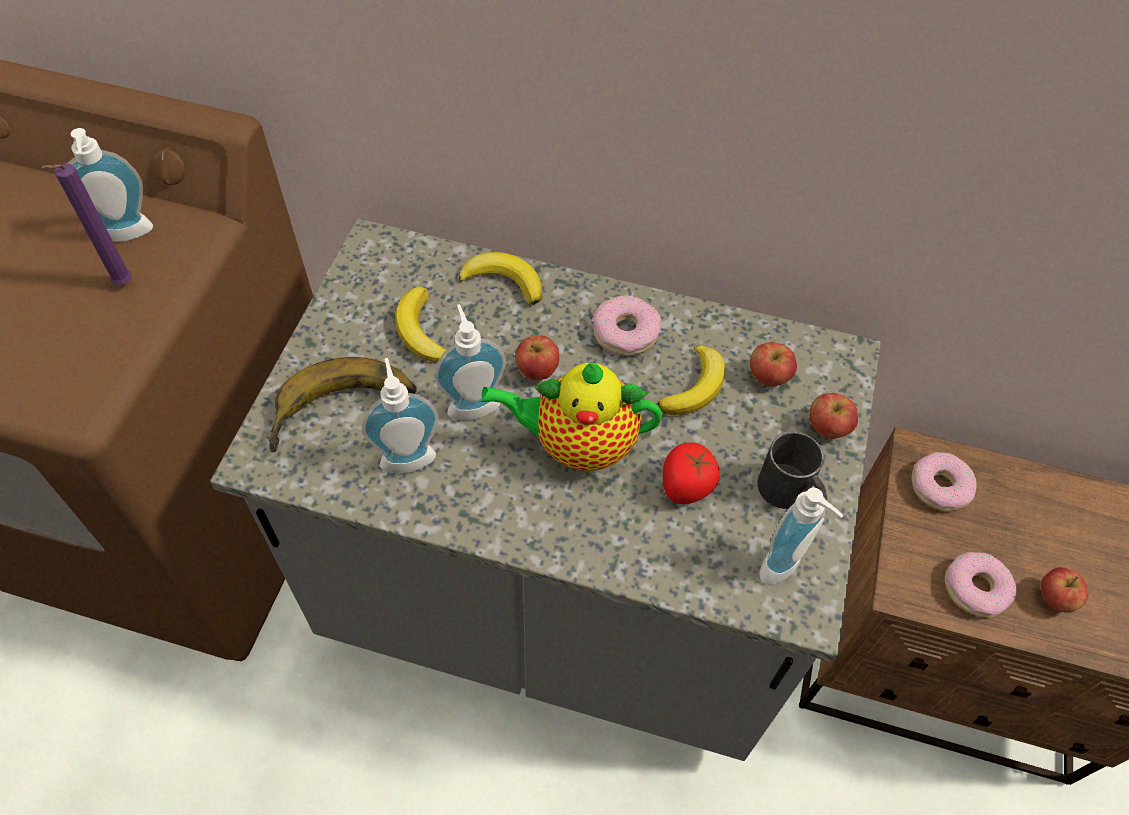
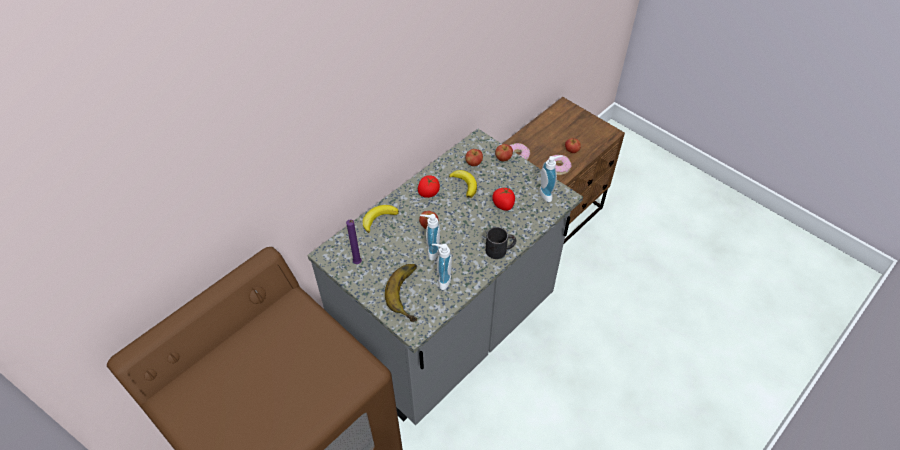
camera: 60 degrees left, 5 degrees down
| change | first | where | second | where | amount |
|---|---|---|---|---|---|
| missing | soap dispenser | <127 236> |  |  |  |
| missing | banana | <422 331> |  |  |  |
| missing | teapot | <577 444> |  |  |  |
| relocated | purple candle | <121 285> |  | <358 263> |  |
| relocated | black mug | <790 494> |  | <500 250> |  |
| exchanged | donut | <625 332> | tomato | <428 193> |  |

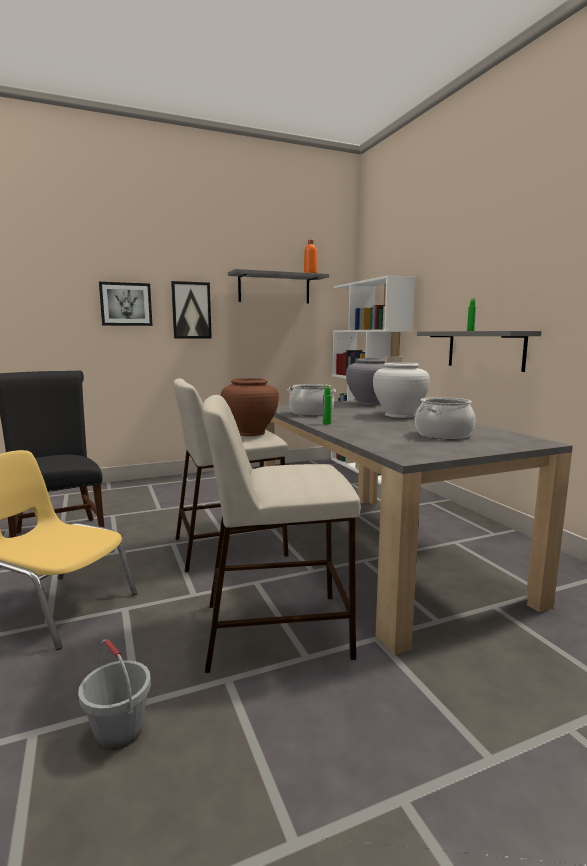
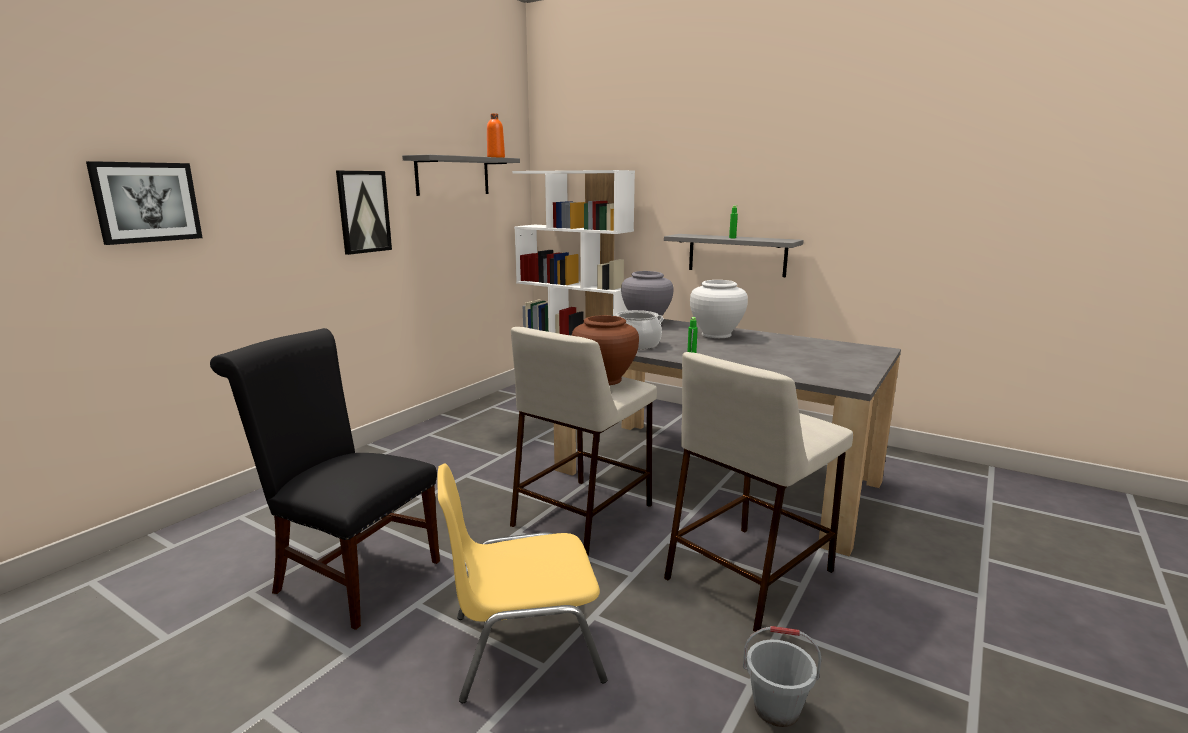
camera: 35 degrees left, 5 degrees up
| change | first | where | second | where | amount |
|---|---|---|---|---|---|
| missing | cooking pot | <444 435> |  |  |  |
| relocated | picture | <126 304> |  | <146 202> |  |

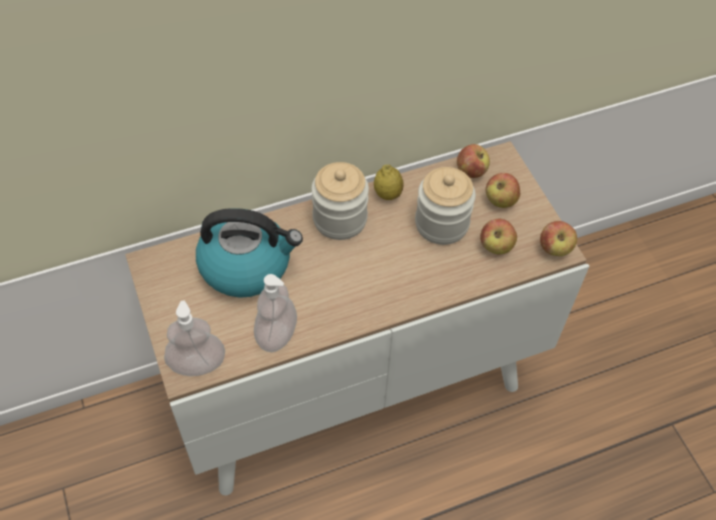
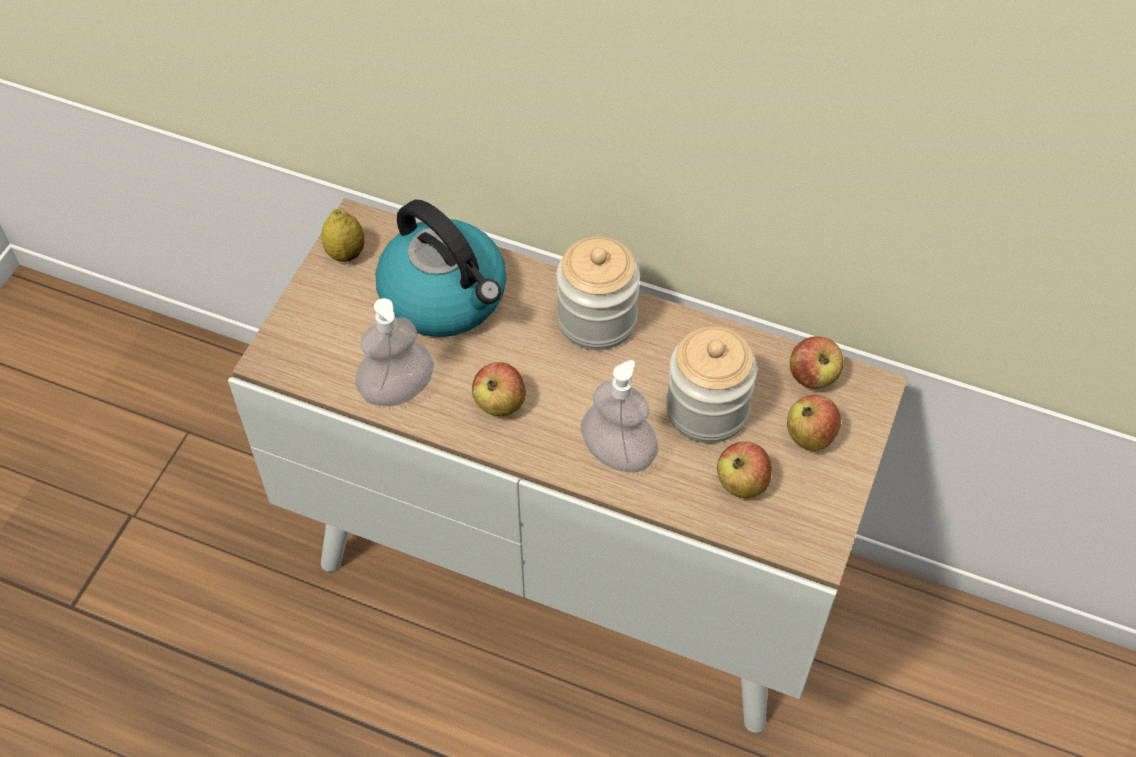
camera: 45 degrees right, 0 degrees up
| change | first | where | second | where | amount |
|---|---|---|---|---|---|
| relocated | soap dispenser | <197 364> |  | <618 453> |  |
| relocated | lemon | <387 194> |  | <346 253> |  |
| relocated | apple | <555 248> |  | <500 403> |  |

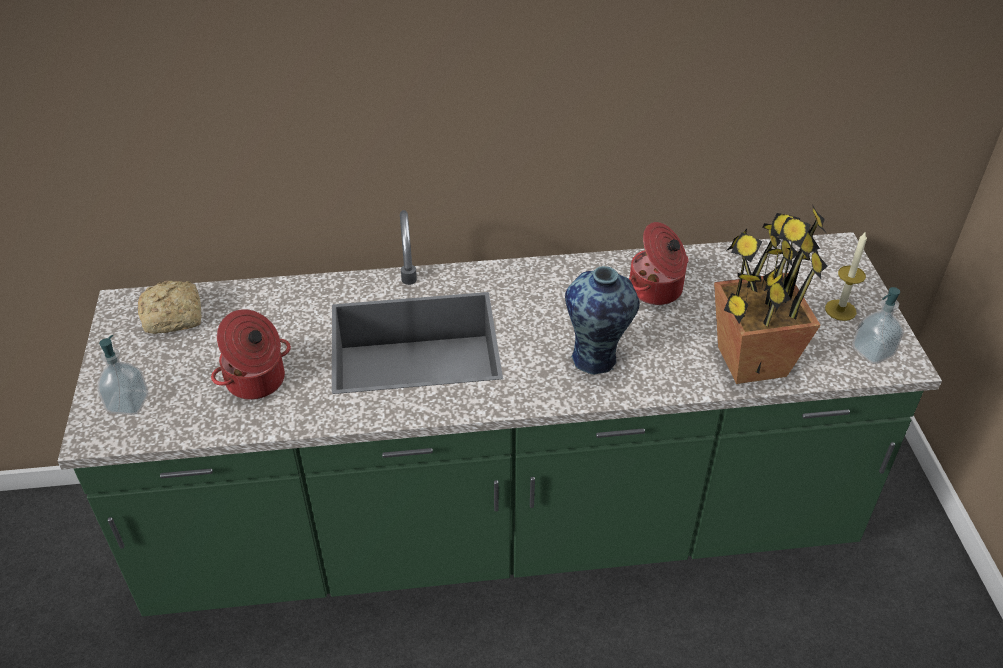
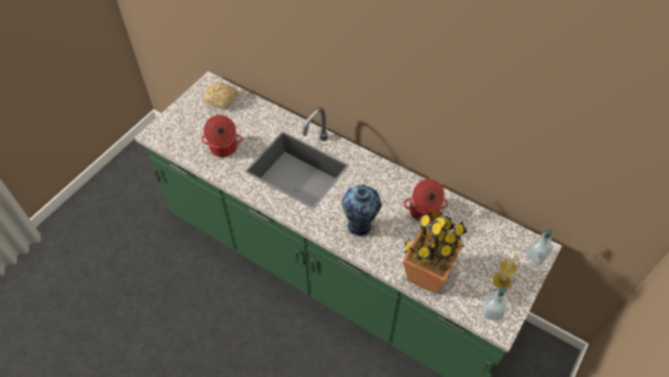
camera: 40 degrees right, 10 degrees up
| change | first | where | second | where | amount |
|---|---|---|---|---|---|
| relocated | soap dispenser | <128 403> |  | <536 255> |  |

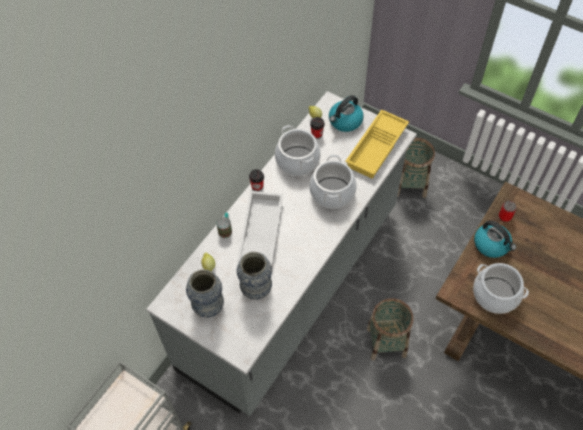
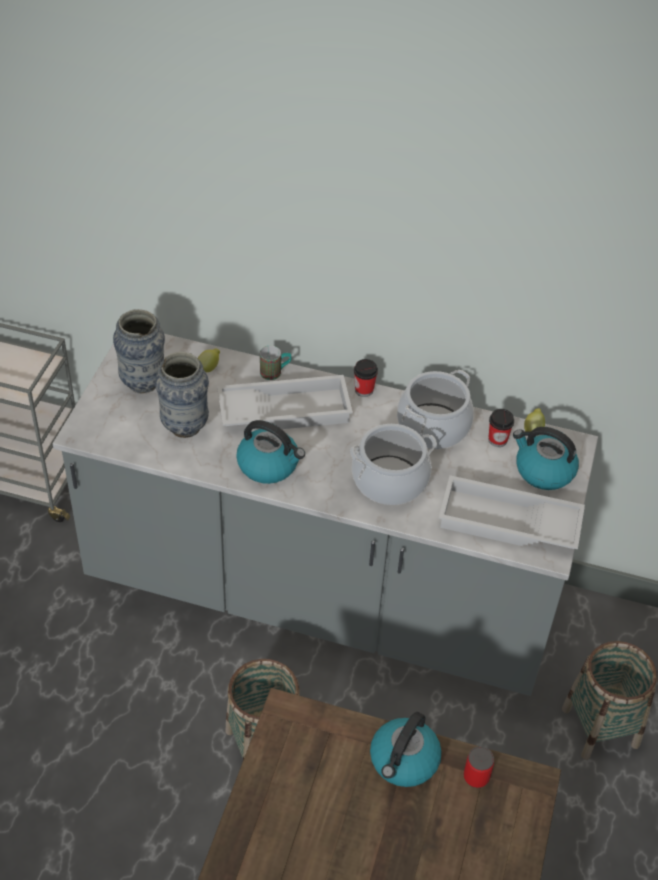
camera: 70 degrees right, 10 degrees down
| change | first | where | second | where | amount |
|---|---|---|---|---|---|
| missing | cooking pot | <495 295> |  |  |  |
| appeared |  |  | kettle | <269 465> |  |
| colour | yellow tray | <377 148> | white tray | <507 524> |  |

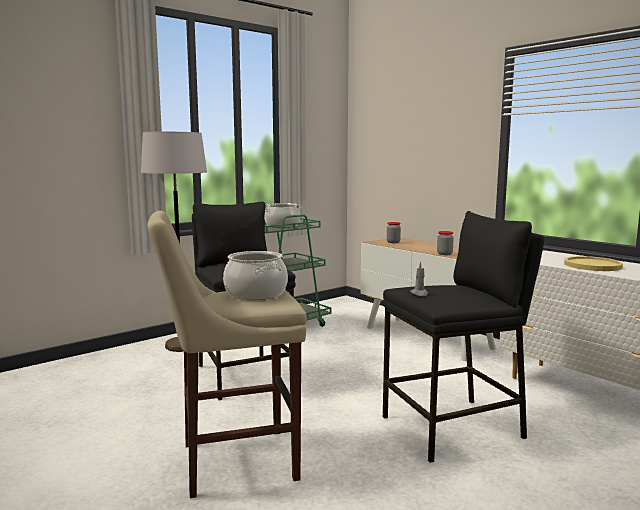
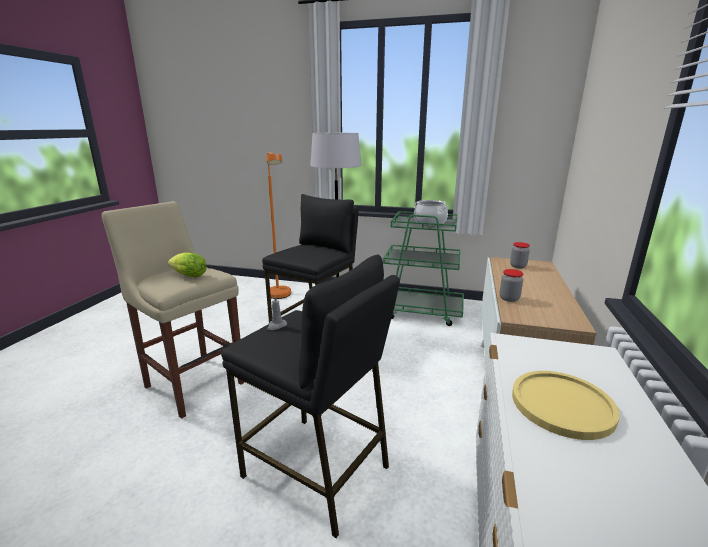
camera: 55 degrees right, 10 degrees up
| change | first | where | second | where | amount |
|---|---|---|---|---|---|
| appeared |  |  | orange floor lamp | <280 296> |  |
| exchanged | cooking pot | <256 293> | lettuce | <187 276> |  |

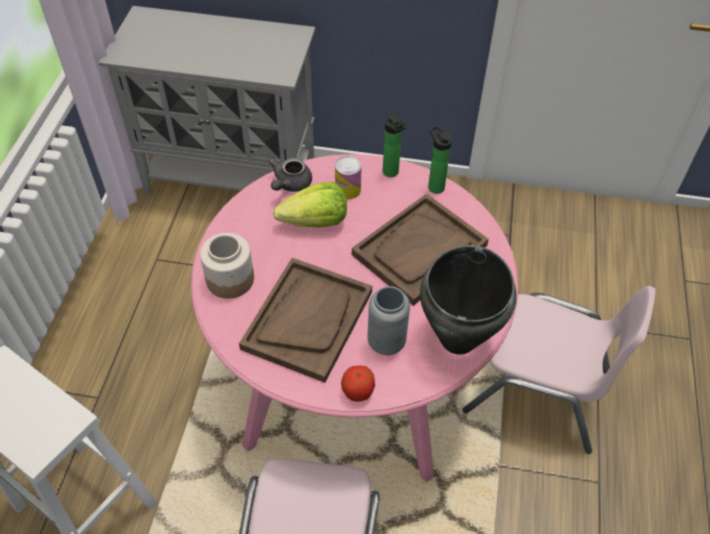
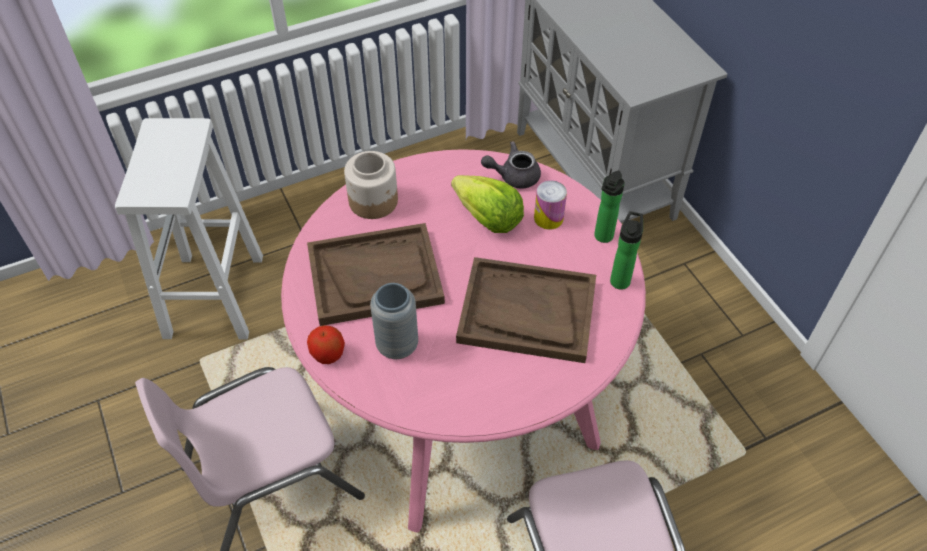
camera: 55 degrees right, 0 degrees up
| change | first | where | second | where | amount |
|---|---|---|---|---|---|
| missing | black cooking pot | <459 339> |  |  |  |

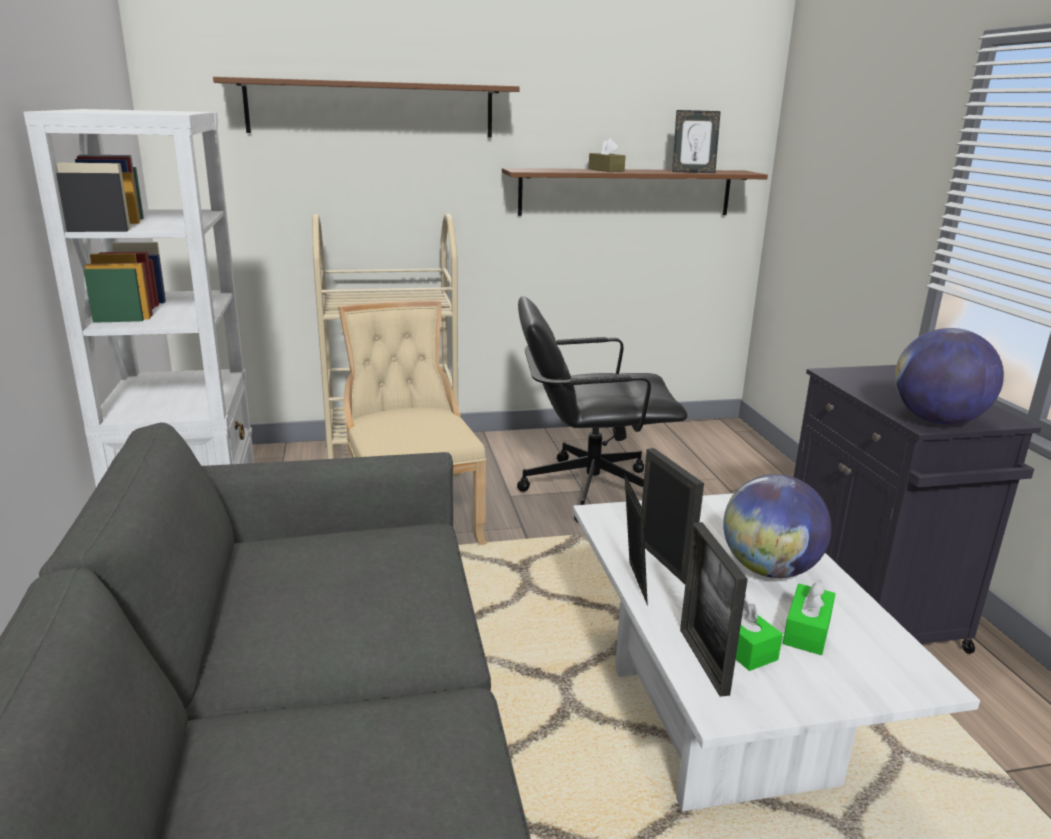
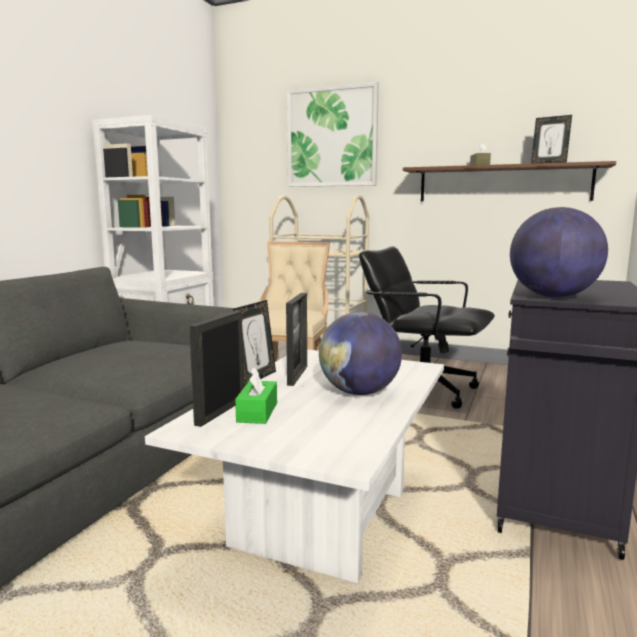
camera: 35 degrees right, 10 degrees down
| change | first | where | second | where | amount |
|---|---|---|---|---|---|
| missing | green tissue box | <807 630> |  |  |  |
| exchanged | brown shelf | <371 109> | picture | <332 137> |  |

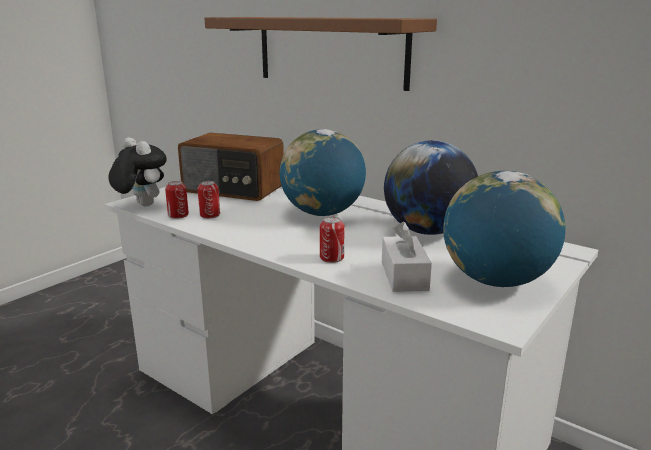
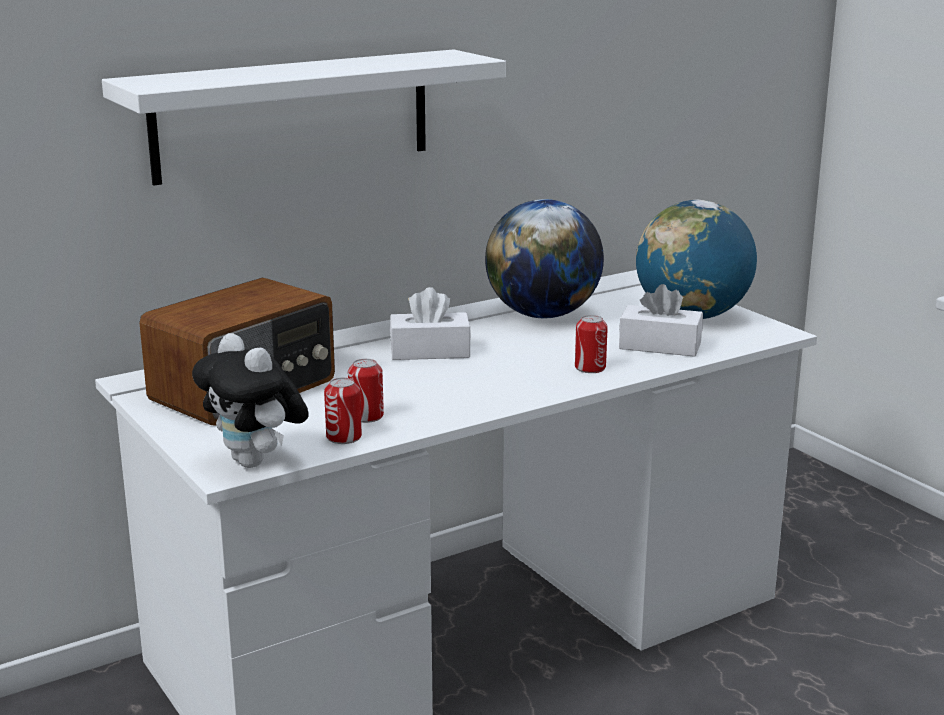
camera: 70 degrees left, 0 degrees up
| change | first | where | second | where | amount |
|---|---|---|---|---|---|
| exchanged | globe | <322 213> | white tissue box | <430 351> |  |
| colour | brown shelf | <330 51> | white shelf | <293 115> |  |
| spun | plush toy | <141 205> |  | <256 462> | 105 degrees counterclockwise |

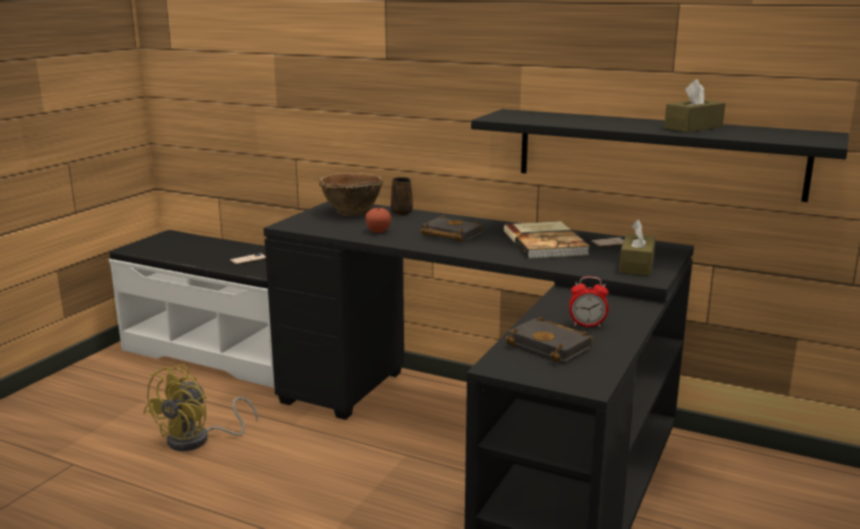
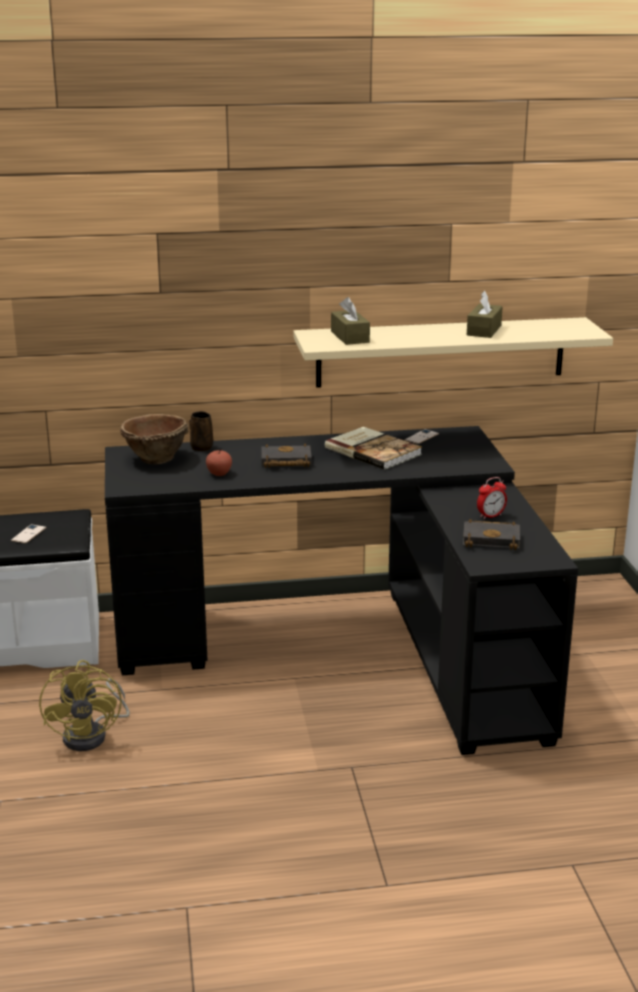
camera: 35 degrees left, 5 degrees up
| change | first | where | second | where | amount |
|---|---|---|---|---|---|
| relocated | brown tissue box | <636 265> |  | <350 337> |  |
| colour | black shelf | <657 153> | beige shelf | <441 352> |  |

